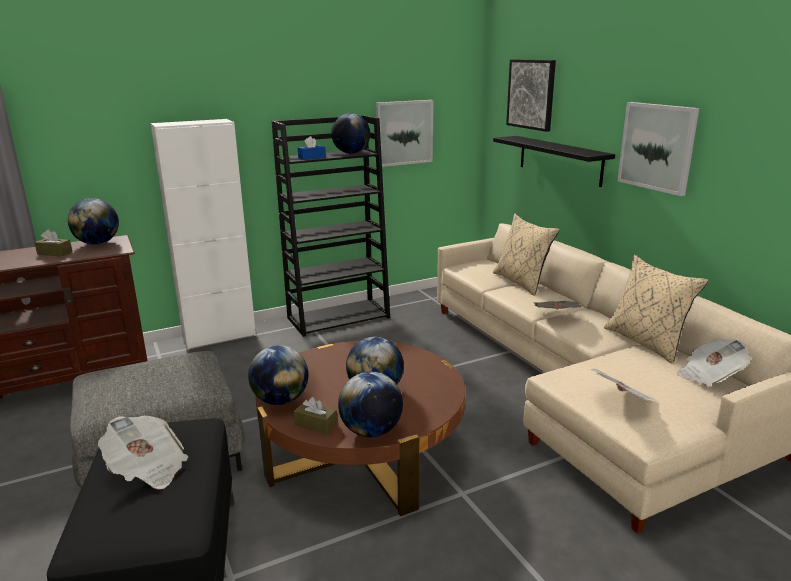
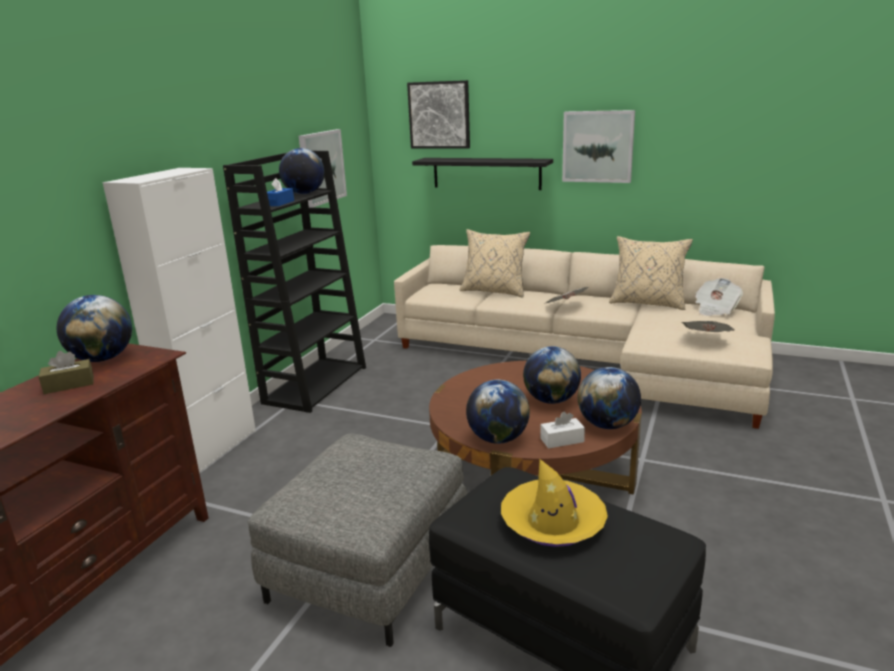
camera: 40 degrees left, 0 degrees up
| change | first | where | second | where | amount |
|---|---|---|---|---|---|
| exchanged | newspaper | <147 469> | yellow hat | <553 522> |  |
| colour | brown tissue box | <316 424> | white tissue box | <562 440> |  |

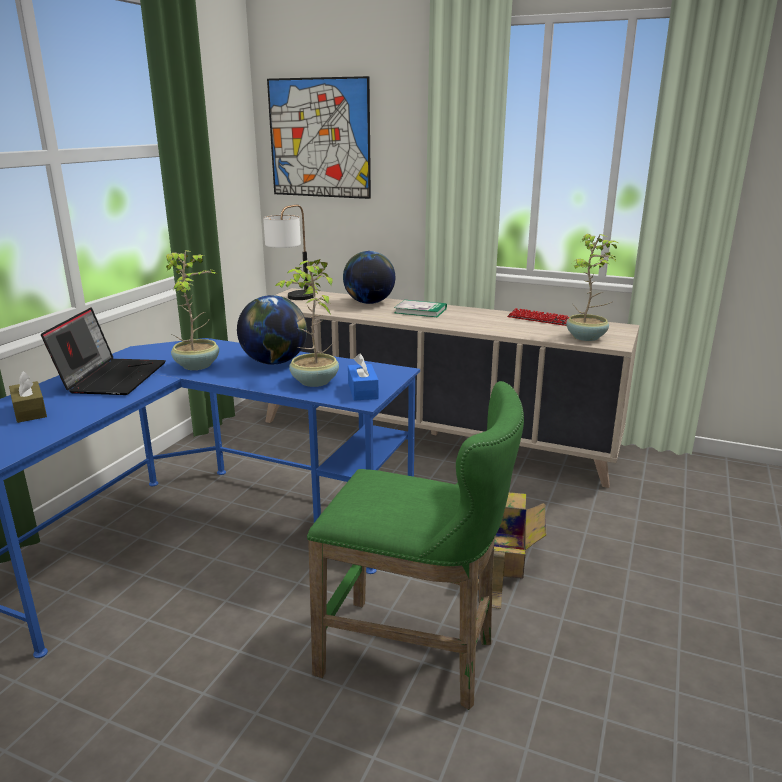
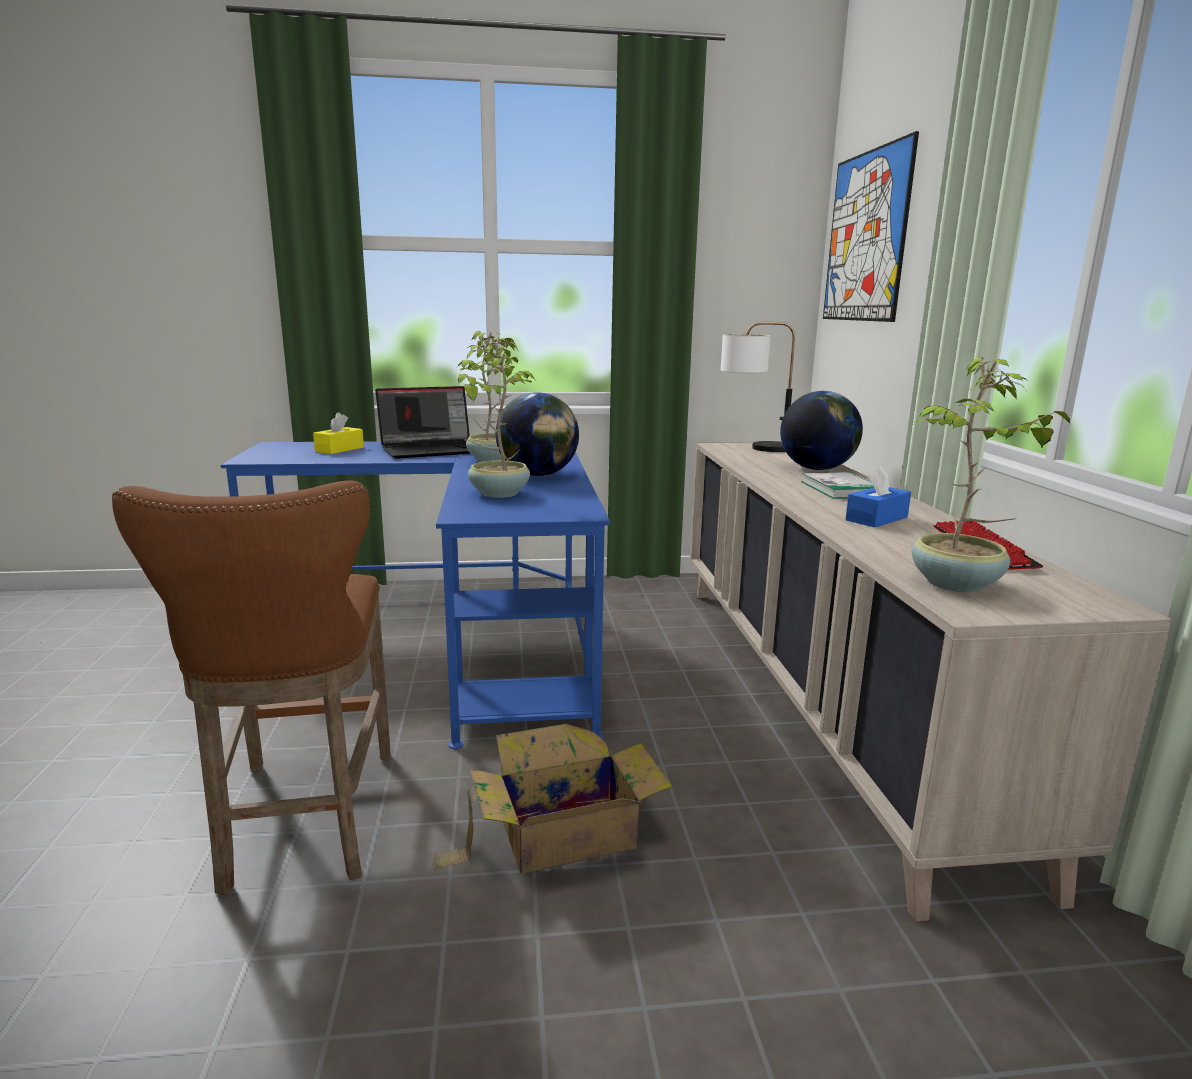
camera: 60 degrees right, 5 degrees down
| change | first | where | second | where | amount |
|---|---|---|---|---|---|
| relocated | blue tissue box | <363 391> |  | <876 519> |  |
| colour | brown tissue box | <29 411> | yellow tissue box | <339 449> |  |
| colour | green stool | <416 657> | brown stool | <305 824> |  |

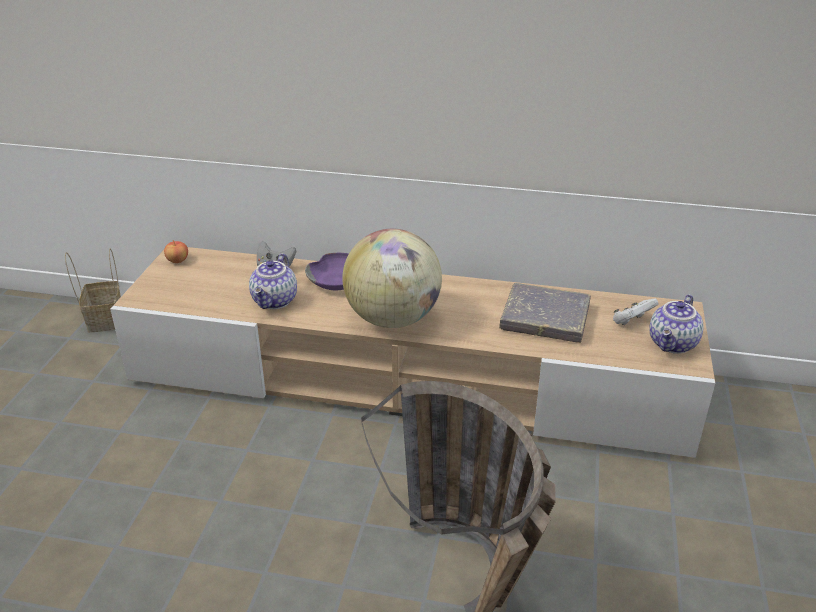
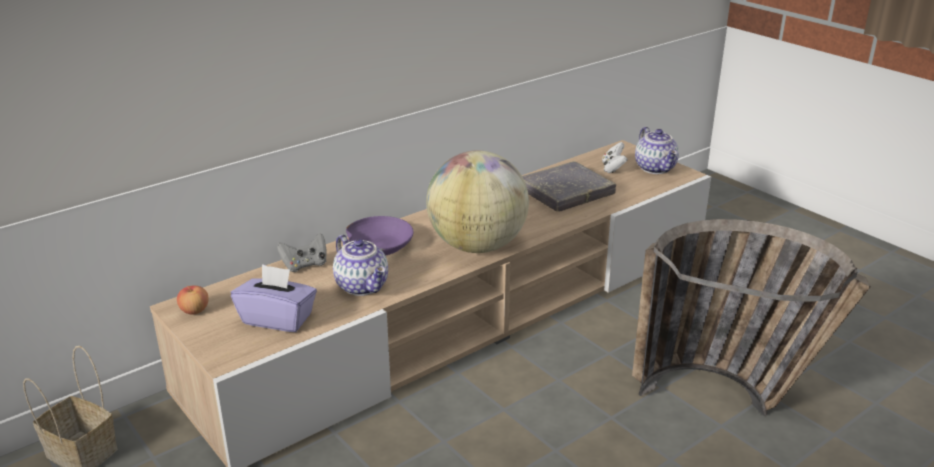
camera: 50 degrees left, 5 degrees down
| change | first | where | second | where | amount |
|---|---|---|---|---|---|
| appeared |  |  | purple tissue box | <278 319> |  |

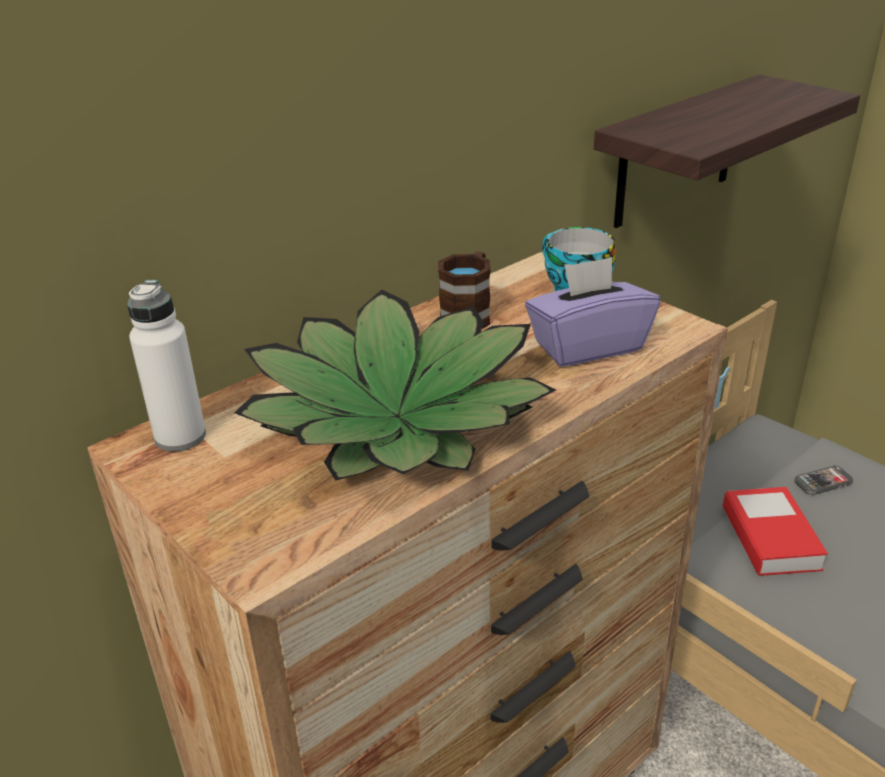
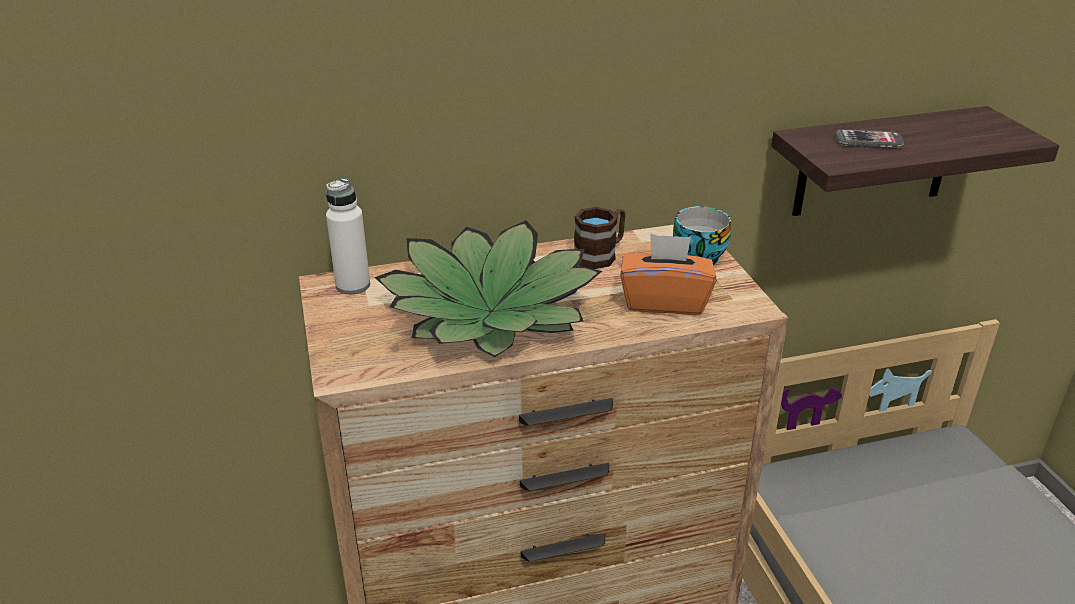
camera: 25 degrees right, 0 degrees up
| change | first | where | second | where | amount |
|---|---|---|---|---|---|
| missing | book | <770 538> |  |  |  |
| relocated | phone | <823 482> |  | <868 141> |  |
| colour | purple tissue box | <587 346> | orange tissue box | <664 301> |  |

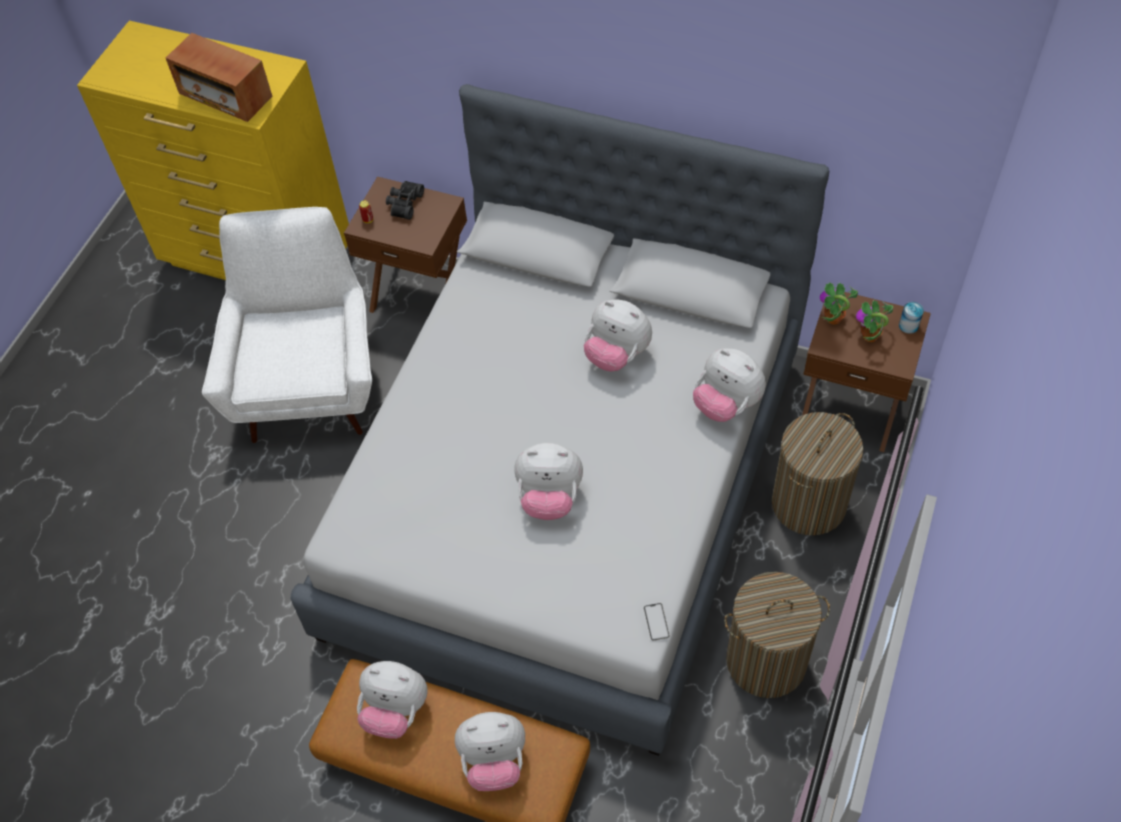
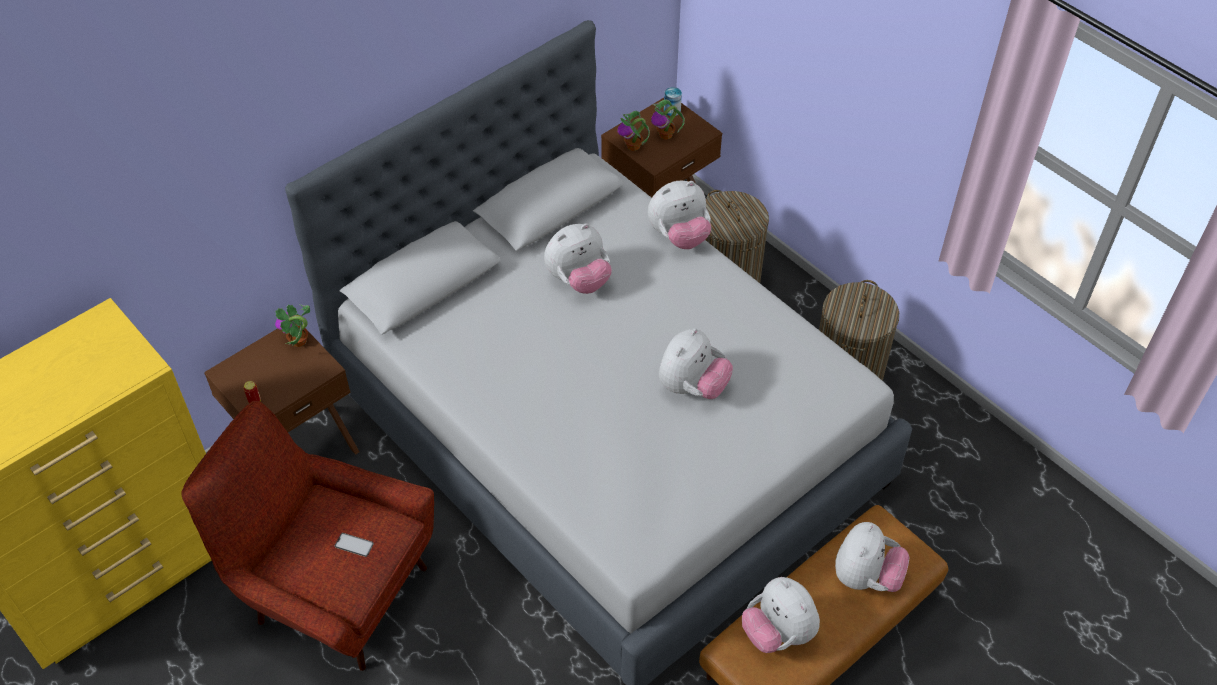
camera: 65 degrees left, 5 degrees down
| change | first | where | second | where | amount |
|---|---|---|---|---|---|
| missing | radio | <225 96> |  |  |  |
| missing | black binoculars | <404 203> |  |  |  |
| appeared |  |  | potted plant | <299 341> |  |
| relocated | phone | <656 622> |  | <354 545> |  |
| colour | white armchair | <309 385> | red armchair | <333 590> |  |
| spun | plush toy | <395 710> |  | <778 633> | 105 degrees clockwise |

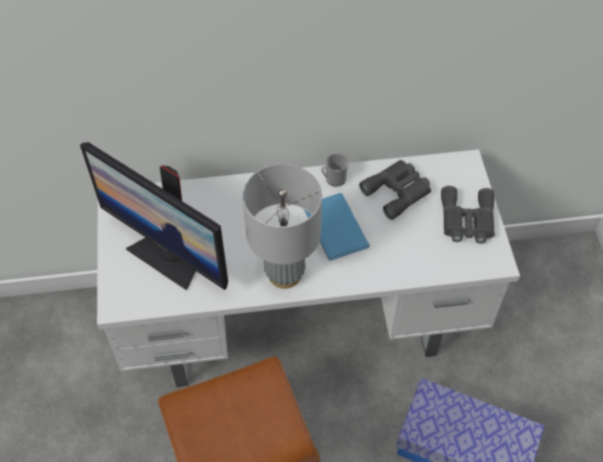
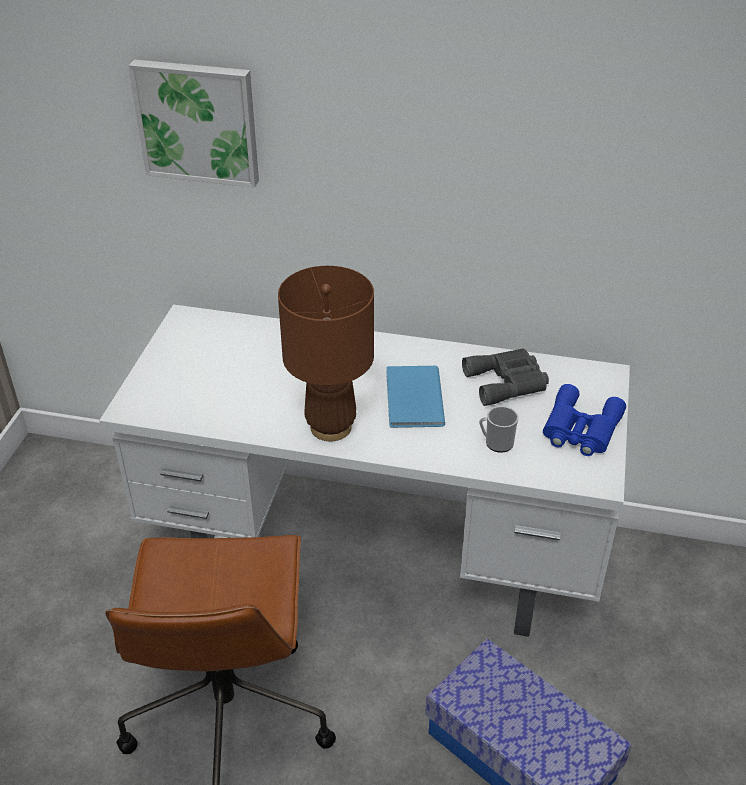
camera: 20 degrees right, 15 degrees down
| change | first | where | second | where | amount |
|---|---|---|---|---|---|
| missing | monitor | <169 255> |  |  |  |
| appeared |  |  | picture | <198 121> |  |
| relocated | mug | <333 179> |  | <496 443> |  |
| colour | grey table lamp | <284 274> | brown table lamp | <330 427> |  |
| colour | grey binoculars | <466 220> | blue binoculars | <580 429> |  |

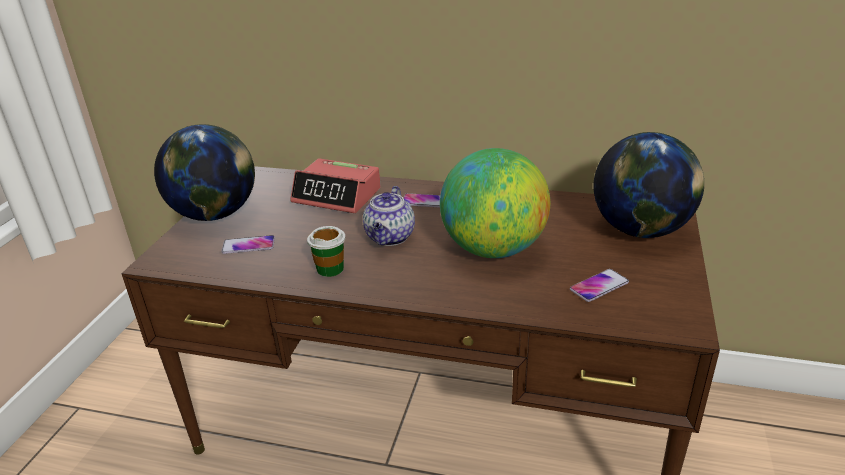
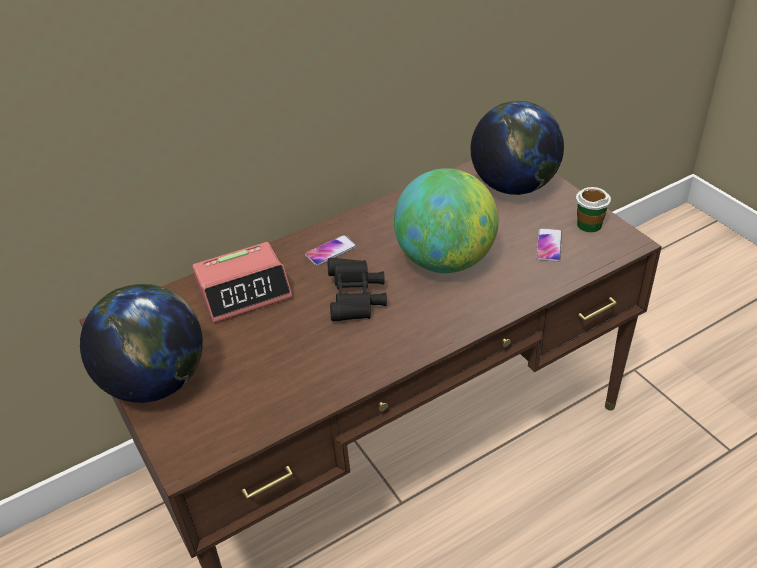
camera: 45 degrees left, 10 degrees up
| change | first | where | second | where | amount |
|---|---|---|---|---|---|
| missing | phone | <248 245> |  |  |  |
| relocated | cup | <330 268> |  | <589 225> |  |
| exchanged | teapot | <390 238> | black binoculars | <356 300> |  |

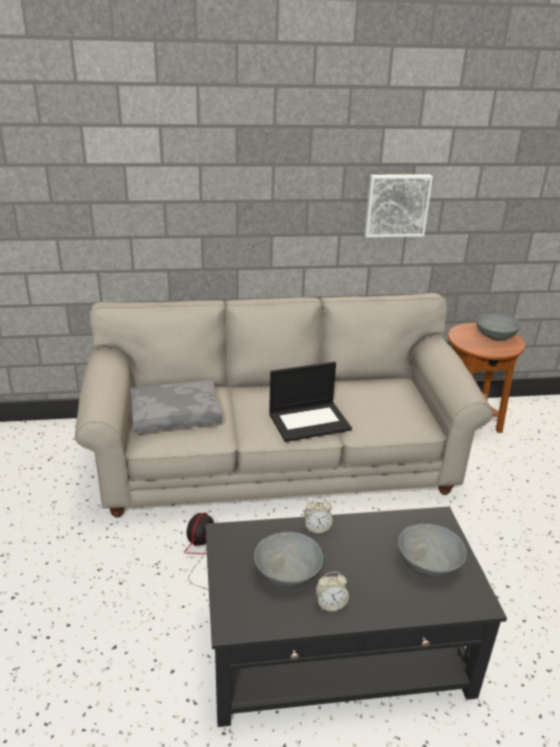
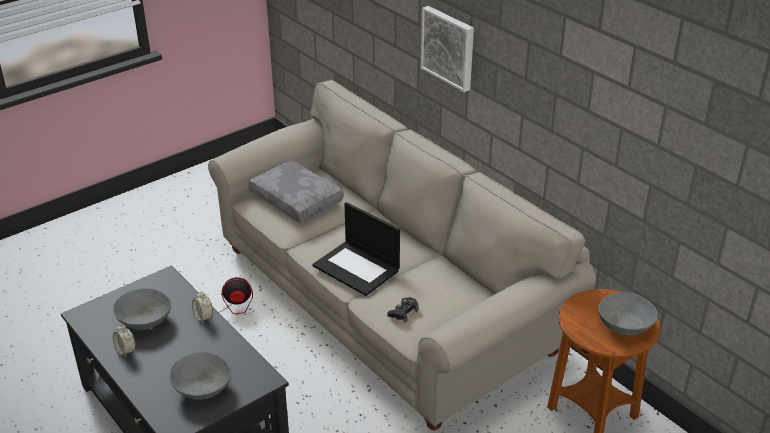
camera: 60 degrees right, 5 degrees up
| change | first | where | second | where | amount |
|---|---|---|---|---|---|
| appeared |  |  | black game controller | <403 312> |  |
| relocated | picture | <396 205> |  | <449 47> |  |

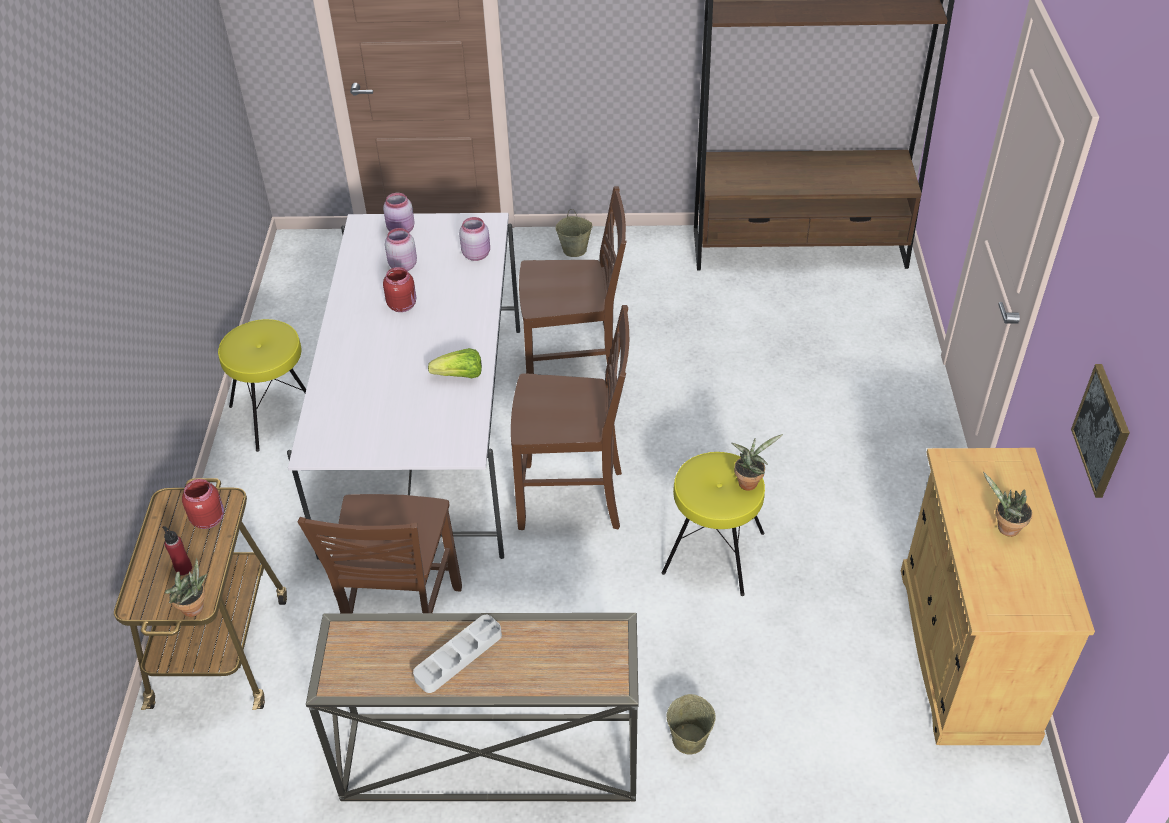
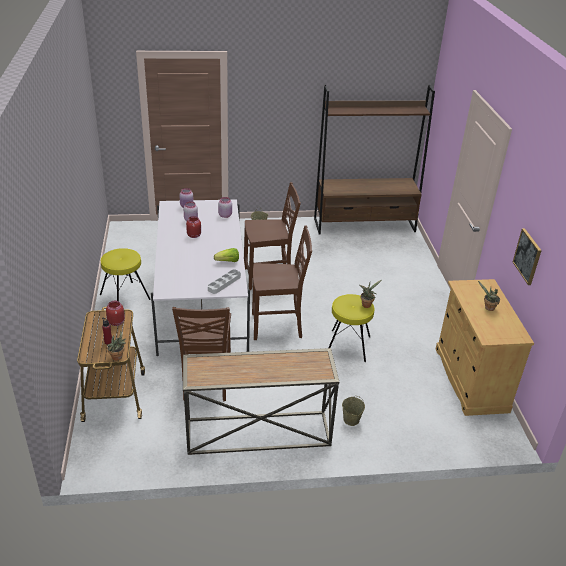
camera: 10 degrees left, 10 degrees down
| change | first | where | second | where | amount |
|---|---|---|---|---|---|
| relocated | grey tray | <458 656> |  | <224 283> |  |

